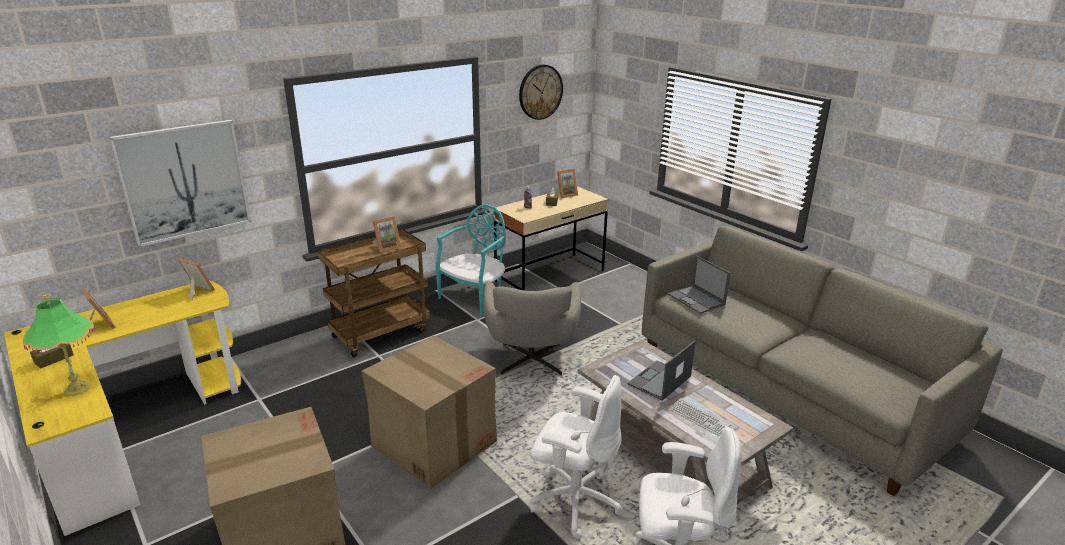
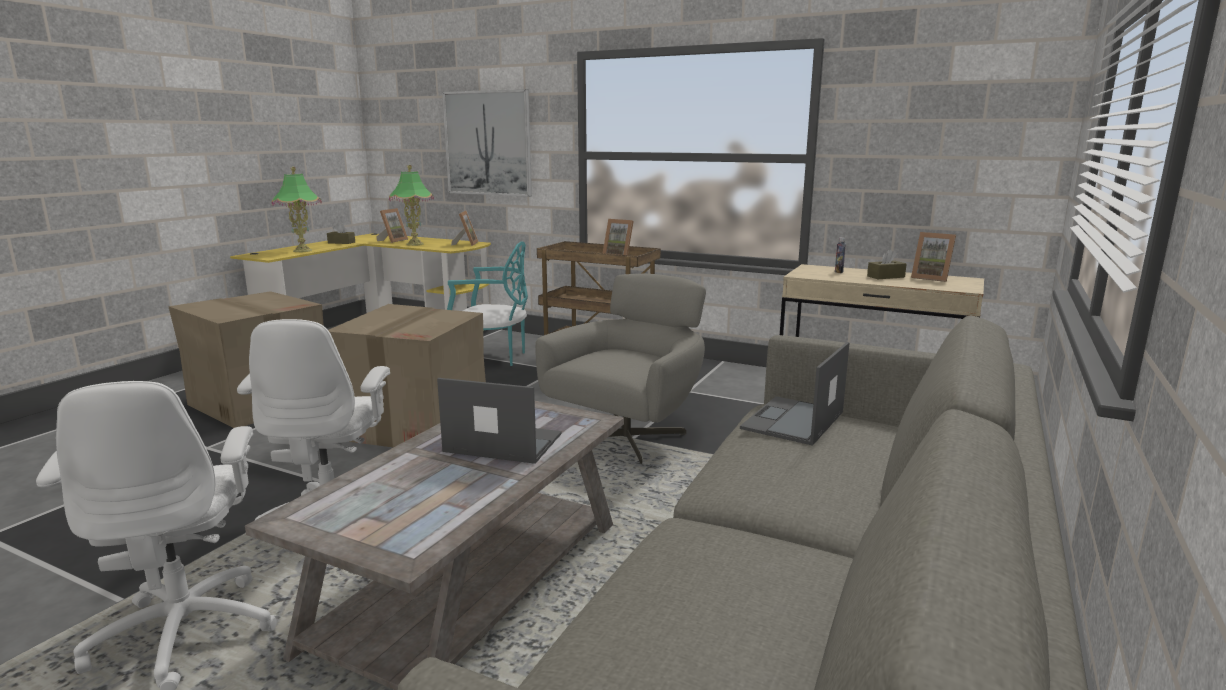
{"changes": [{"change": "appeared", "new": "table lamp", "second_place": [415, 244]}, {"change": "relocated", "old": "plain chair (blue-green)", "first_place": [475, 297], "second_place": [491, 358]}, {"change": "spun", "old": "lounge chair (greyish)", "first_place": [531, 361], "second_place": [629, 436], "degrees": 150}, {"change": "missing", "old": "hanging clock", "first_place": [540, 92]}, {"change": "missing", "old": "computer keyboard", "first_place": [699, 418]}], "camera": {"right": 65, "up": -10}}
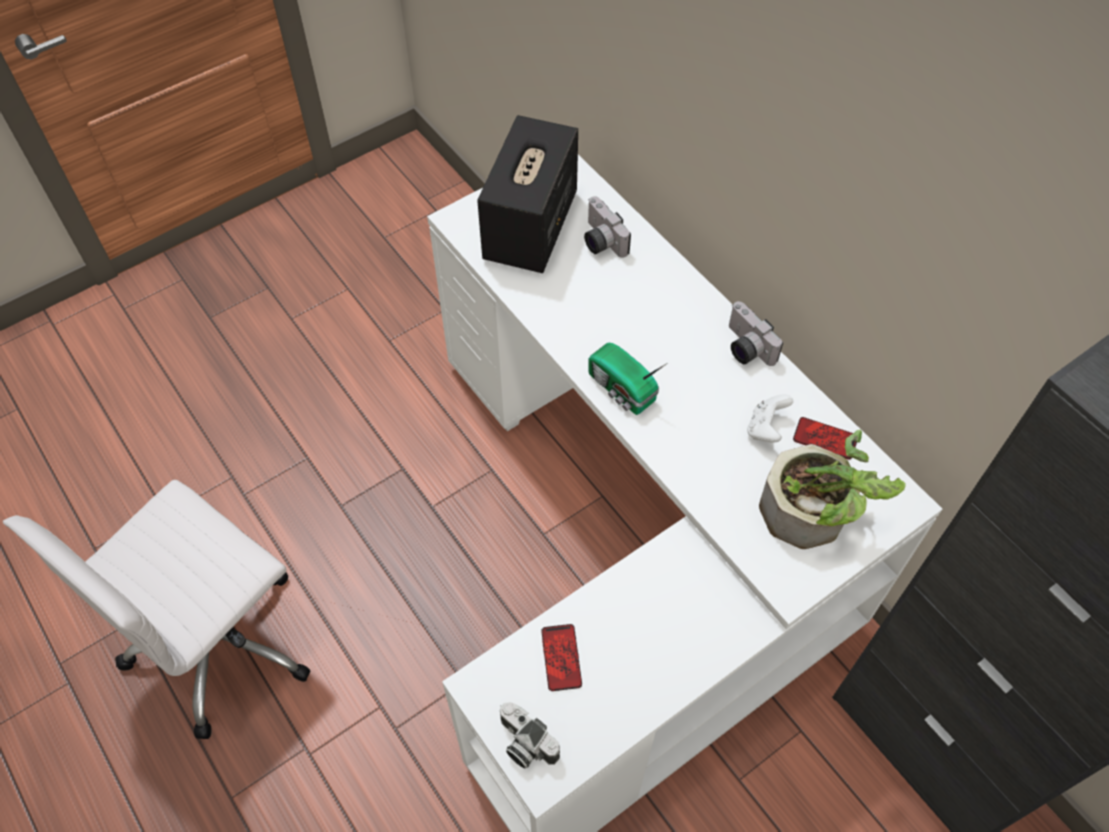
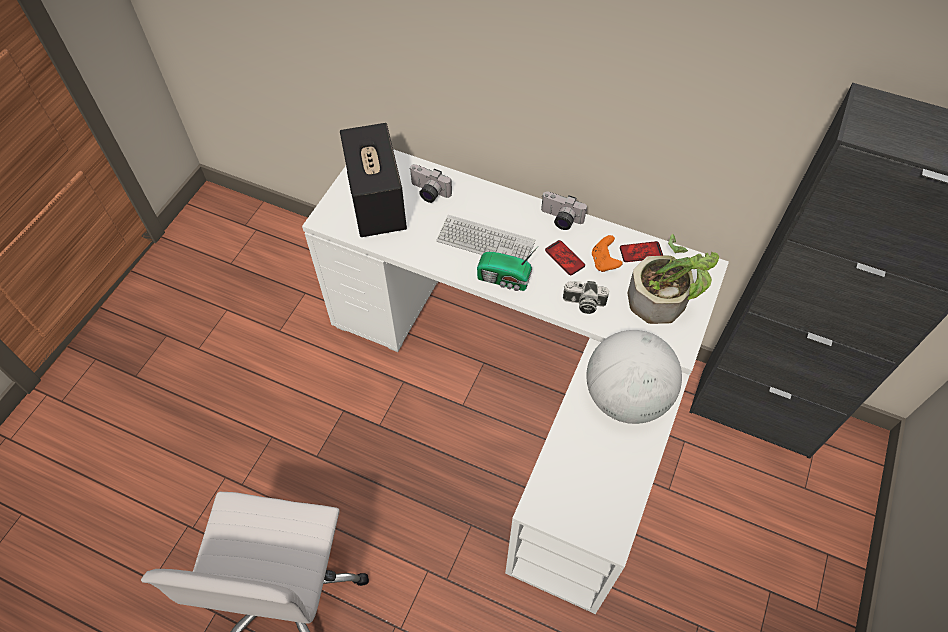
{"changes": [{"change": "appeared", "new": "computer keyboard", "second_place": [485, 242]}, {"change": "relocated", "old": "handset", "first_place": [561, 657], "second_place": [564, 258]}, {"change": "relocated", "old": "still camera", "first_place": [524, 744], "second_place": [583, 304]}, {"change": "appeared", "new": "world globe", "second_place": [625, 397]}, {"change": "colour", "old": "joypad (white)", "new": "joypad (orange)", "first_place": [766, 428], "second_place": [604, 262]}], "camera": {"right": -30, "up": 0}}
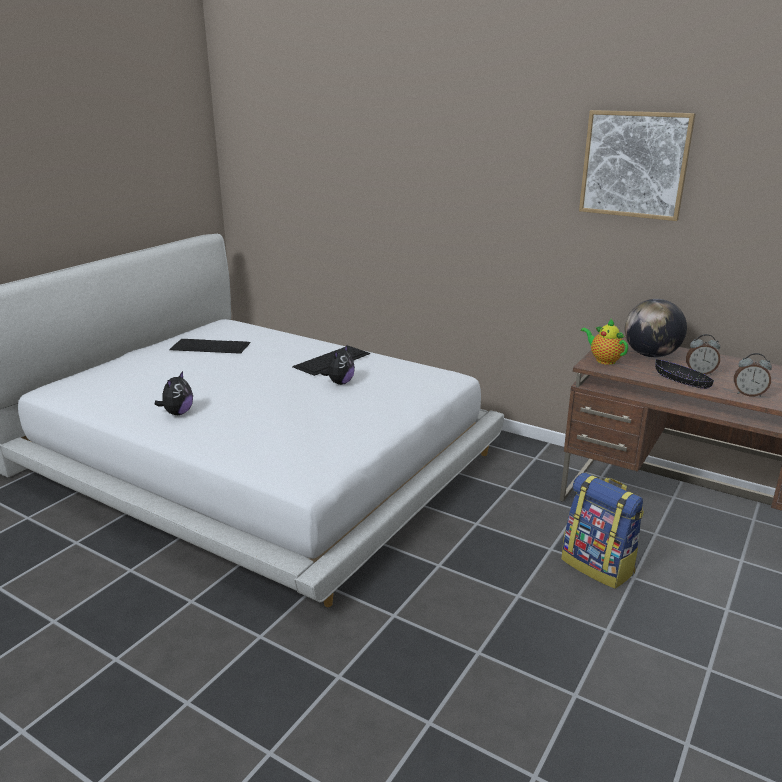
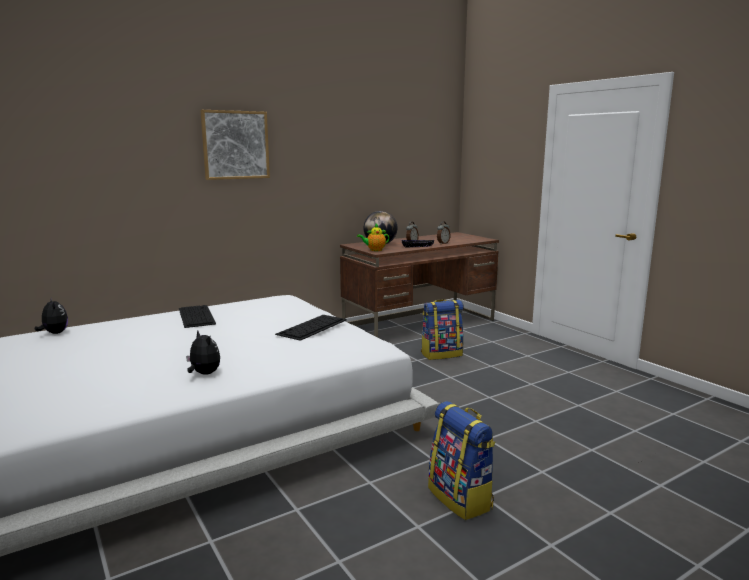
{"changes": [{"change": "relocated", "old": "plush toy", "first_place": [340, 383], "second_place": [54, 333]}, {"change": "relocated", "old": "wall picture", "first_place": [634, 164], "second_place": [235, 145]}, {"change": "relocated", "old": "computer keyboard", "first_place": [209, 346], "second_place": [312, 327]}, {"change": "appeared", "new": "backpack", "second_place": [461, 498]}], "camera": {"right": -65, "up": -10}}
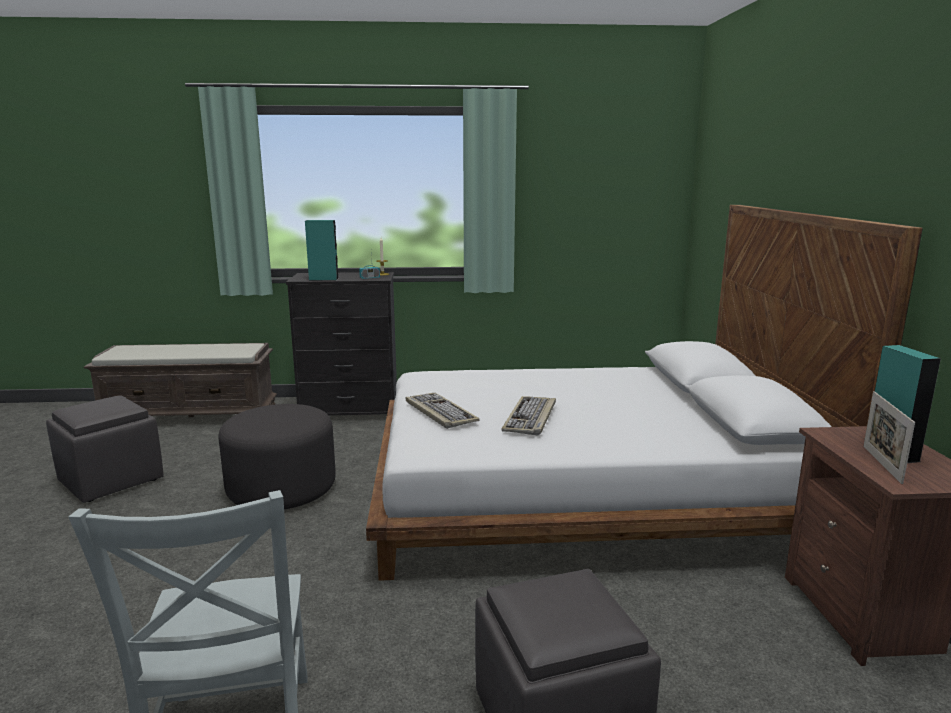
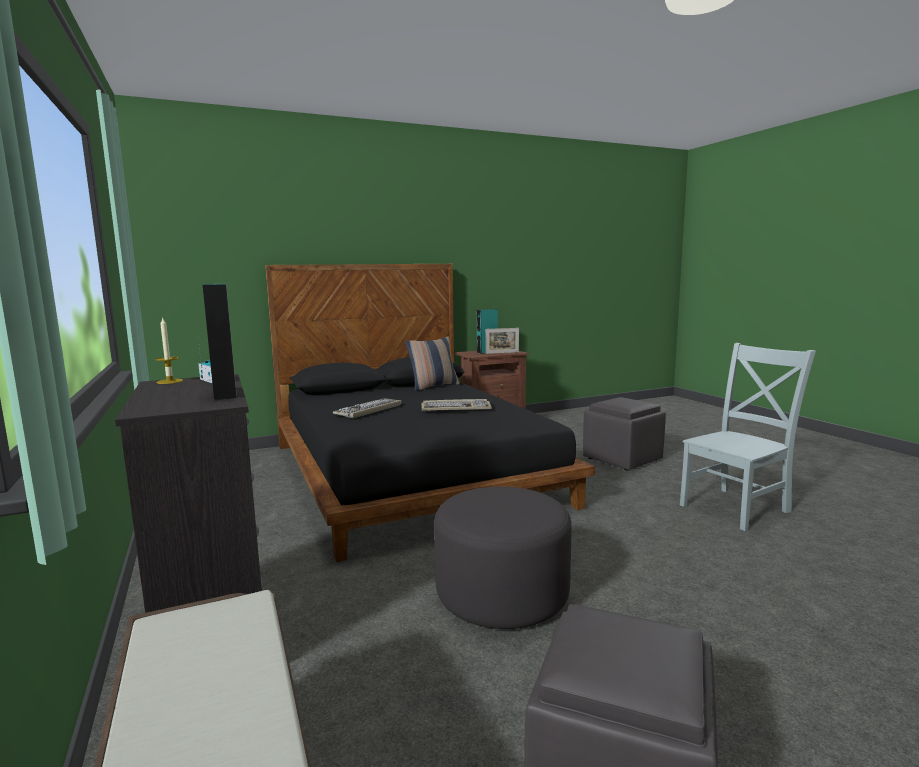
{"changes": [{"change": "colour", "old": "sleeping bed (white)", "new": "sleeping bed (blackish)", "first_place": [581, 492], "second_place": [411, 473]}, {"change": "relocated", "old": "computer keyboard", "first_place": [439, 412], "second_place": [369, 410]}, {"change": "appeared", "new": "pillow", "second_place": [433, 386]}], "camera": {"right": -110, "up": -5}}
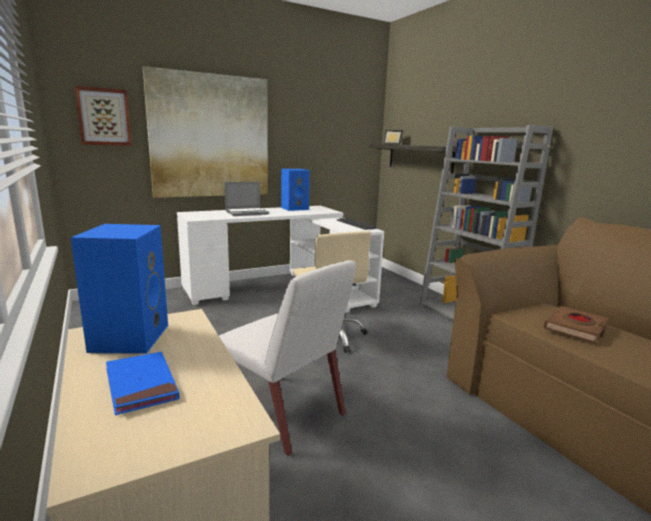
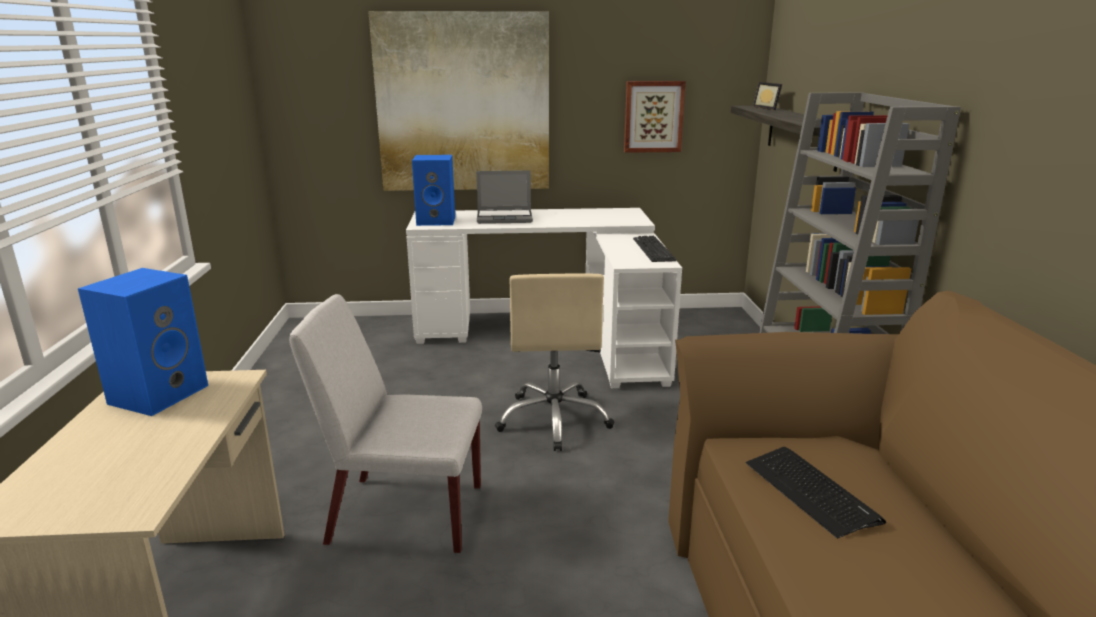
{"changes": [{"change": "spun", "old": "plain chair (white)", "first_place": [283, 412], "second_place": [404, 514], "degrees": 120}, {"change": "relocated", "old": "audio speaker (bluish)", "first_place": [295, 208], "second_place": [437, 221]}, {"change": "relocated", "old": "wall picture", "first_place": [104, 117], "second_place": [653, 116]}, {"change": "exchanged", "old": "book (brown-coloured)", "new": "computer keyboard", "first_place": [576, 328], "second_place": [810, 491]}, {"change": "missing", "old": "book (bluish)", "first_place": [141, 385]}], "camera": {"right": 25, "up": 5}}
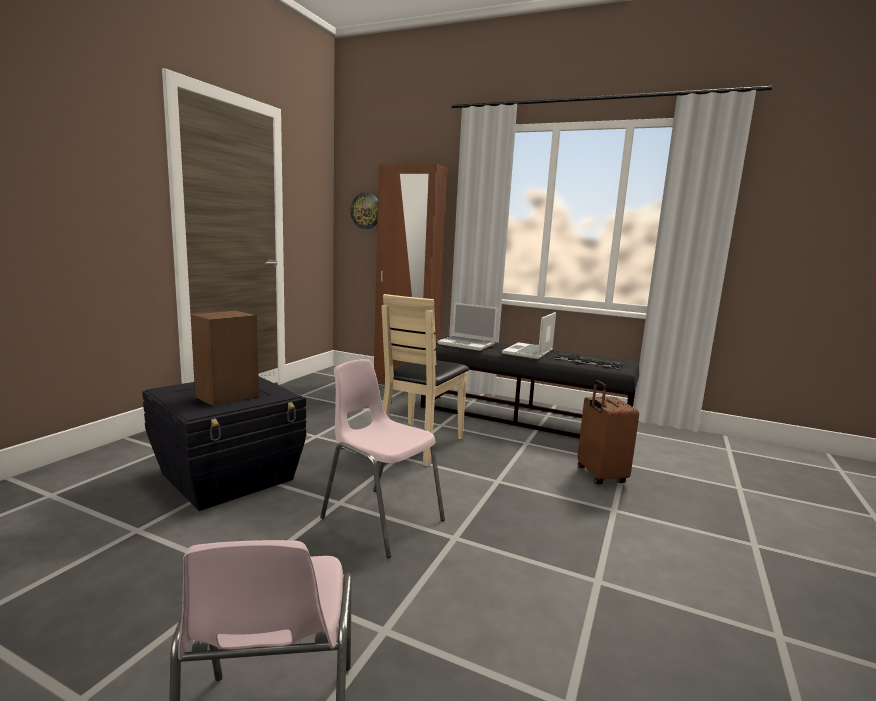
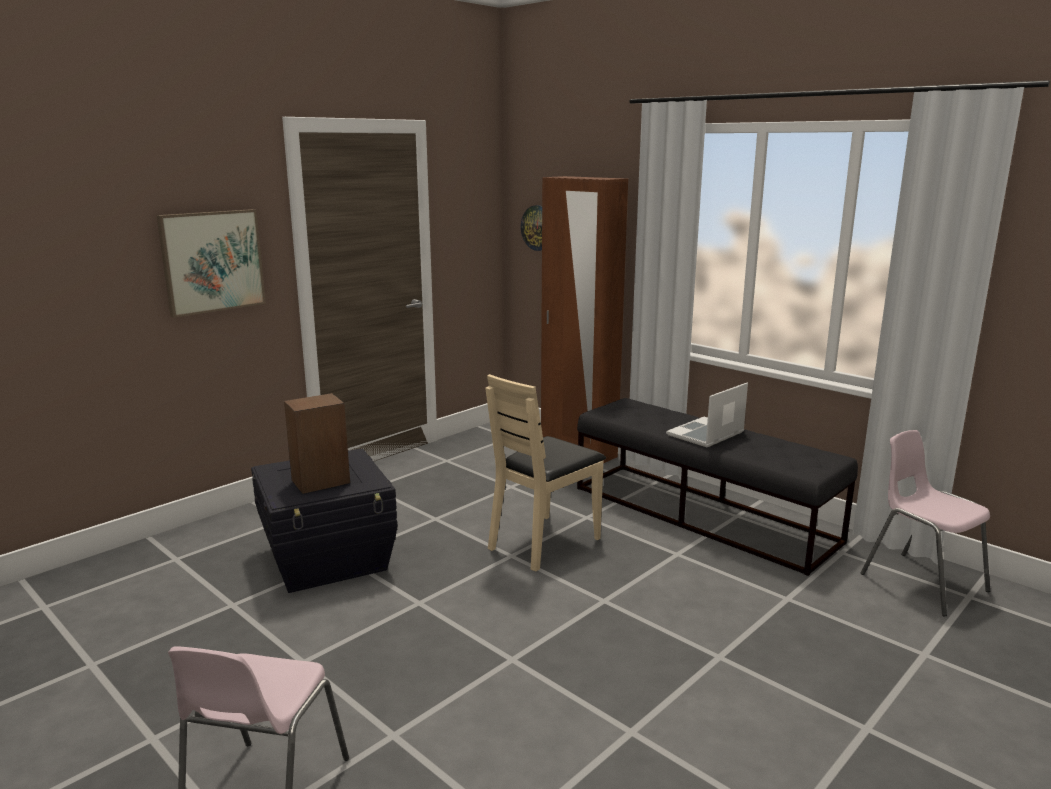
{"changes": [{"change": "appeared", "new": "wall picture", "second_place": [212, 261]}, {"change": "relocated", "old": "plain chair (pink)", "first_place": [381, 519], "second_place": [922, 582]}, {"change": "missing", "old": "portable computer", "first_place": [467, 344]}, {"change": "missing", "old": "computer keyboard", "first_place": [587, 361]}, {"change": "missing", "old": "travel case (brown-coloured)", "first_place": [599, 476]}], "camera": {"right": 20, "up": 5}}
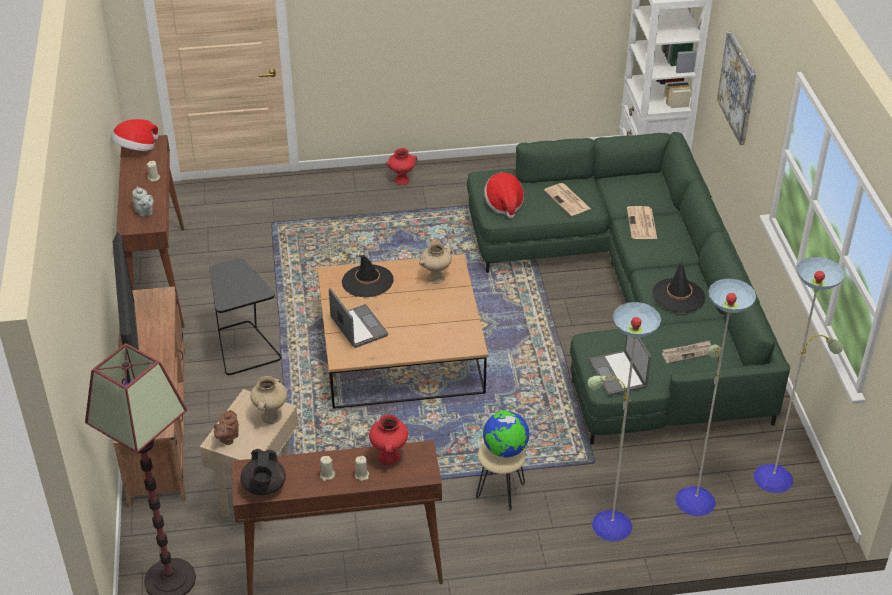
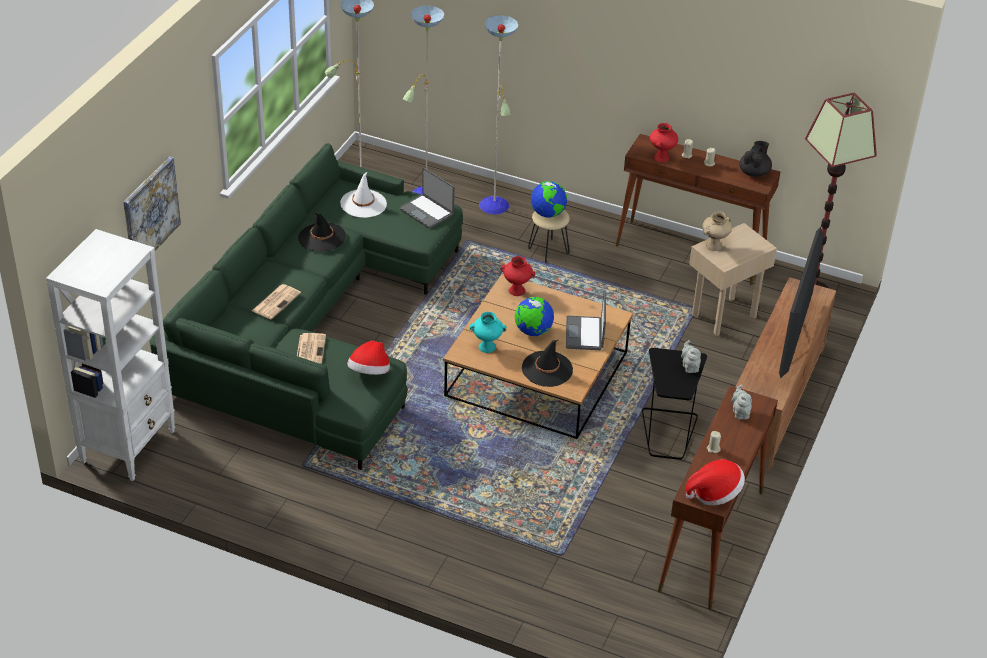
{"changes": [{"change": "exchanged", "old": "printed paper", "new": "hat (white)", "first_place": [687, 353], "second_place": [363, 204]}, {"change": "spun", "old": "portable computer", "first_place": [618, 374], "second_place": [427, 212], "degrees": 120}, {"change": "colour", "old": "vase (beige-coloured)", "new": "vase (blue-green)", "first_place": [435, 278], "second_place": [487, 347]}, {"change": "relocated", "old": "vase (red)", "first_place": [401, 181], "second_place": [517, 290]}, {"change": "appeared", "new": "world globe", "second_place": [533, 331]}, {"change": "appeared", "new": "pot for tea (greyish)", "second_place": [689, 366]}, {"change": "missing", "old": "pot for tea (brown-coloured)", "first_place": [227, 438]}], "camera": {"right": -150, "up": 0}}
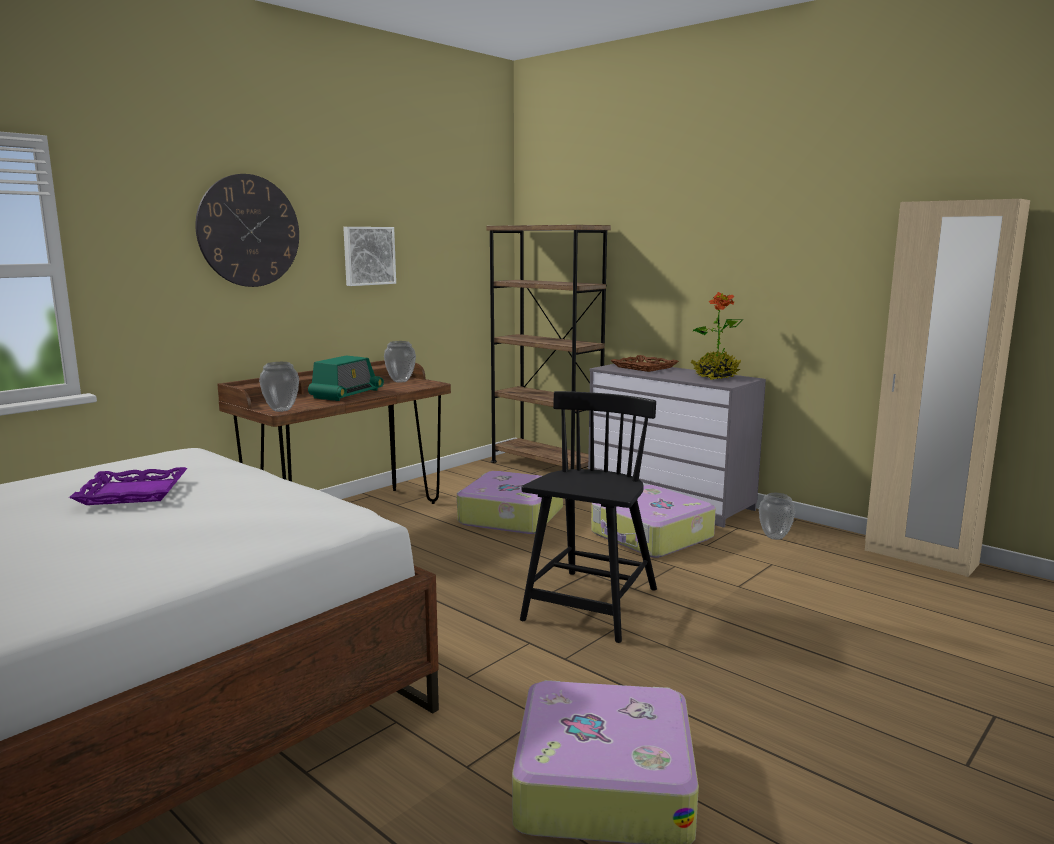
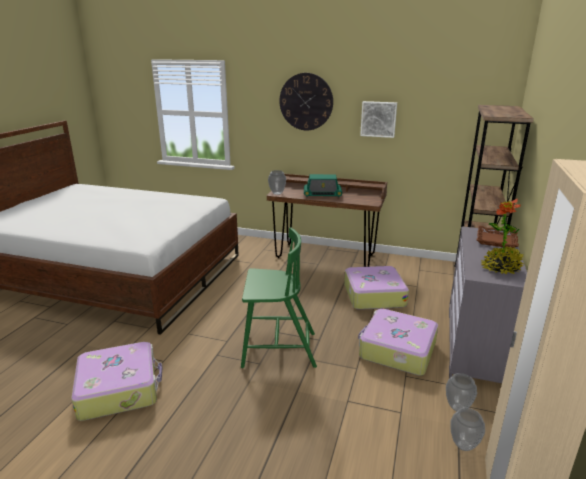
{"changes": [{"change": "colour", "old": "plain chair (blackish)", "new": "plain chair (greenish)", "first_place": [591, 606], "second_place": [277, 349]}, {"change": "relocated", "old": "vase", "first_place": [400, 381], "second_place": [463, 446]}, {"change": "missing", "old": "serving tray (purplish)", "first_place": [133, 492]}], "camera": {"right": 65, "up": 10}}
